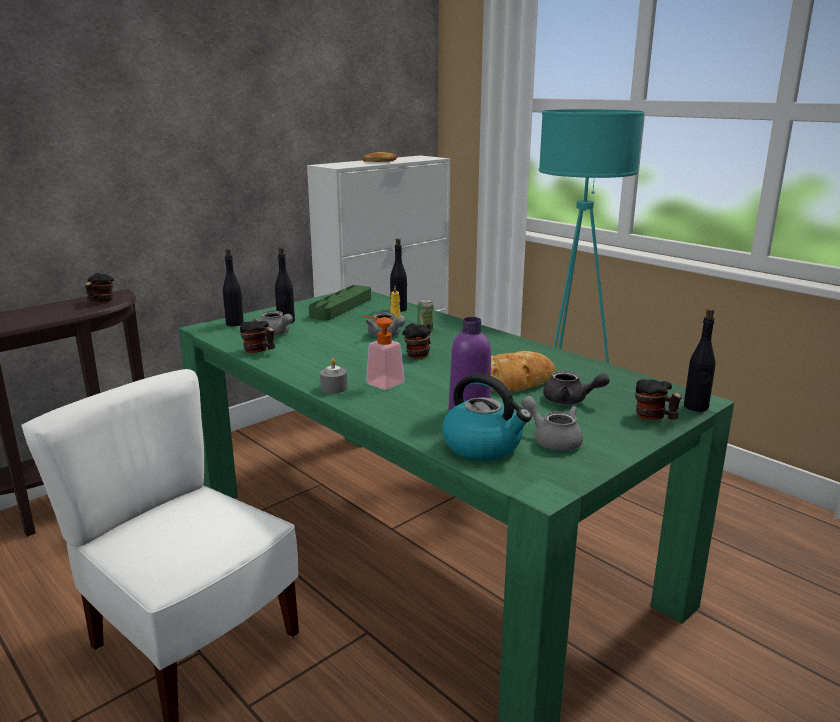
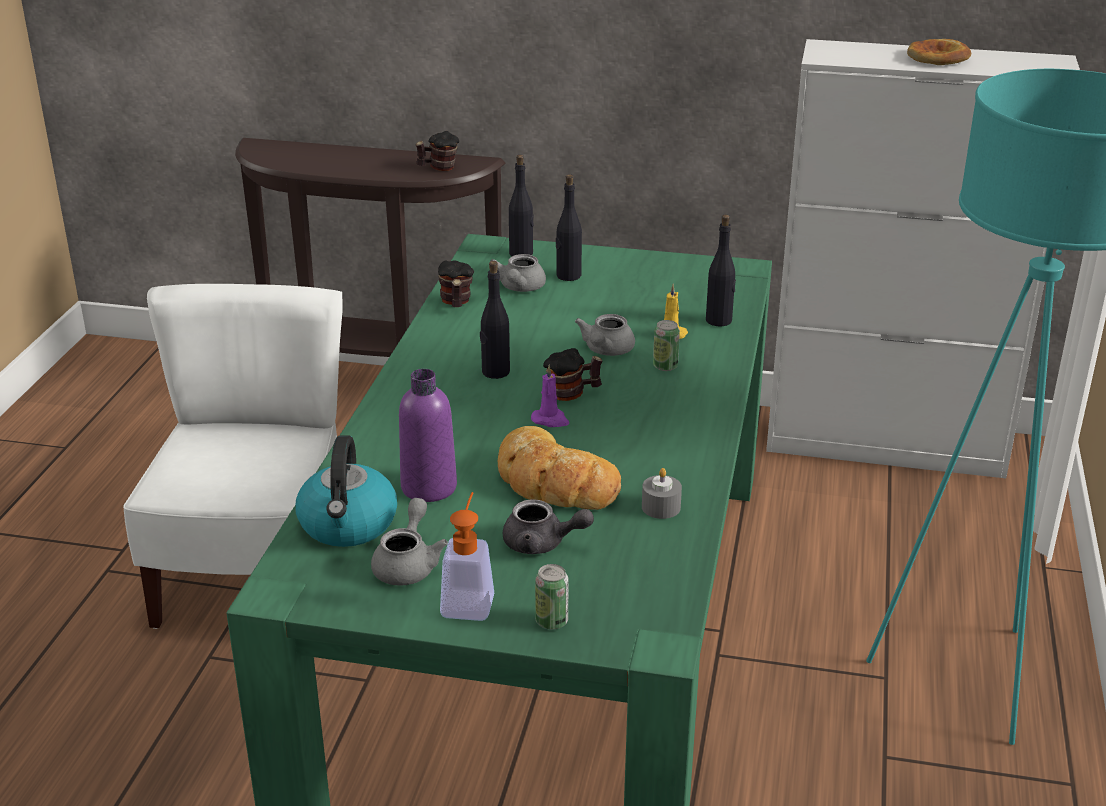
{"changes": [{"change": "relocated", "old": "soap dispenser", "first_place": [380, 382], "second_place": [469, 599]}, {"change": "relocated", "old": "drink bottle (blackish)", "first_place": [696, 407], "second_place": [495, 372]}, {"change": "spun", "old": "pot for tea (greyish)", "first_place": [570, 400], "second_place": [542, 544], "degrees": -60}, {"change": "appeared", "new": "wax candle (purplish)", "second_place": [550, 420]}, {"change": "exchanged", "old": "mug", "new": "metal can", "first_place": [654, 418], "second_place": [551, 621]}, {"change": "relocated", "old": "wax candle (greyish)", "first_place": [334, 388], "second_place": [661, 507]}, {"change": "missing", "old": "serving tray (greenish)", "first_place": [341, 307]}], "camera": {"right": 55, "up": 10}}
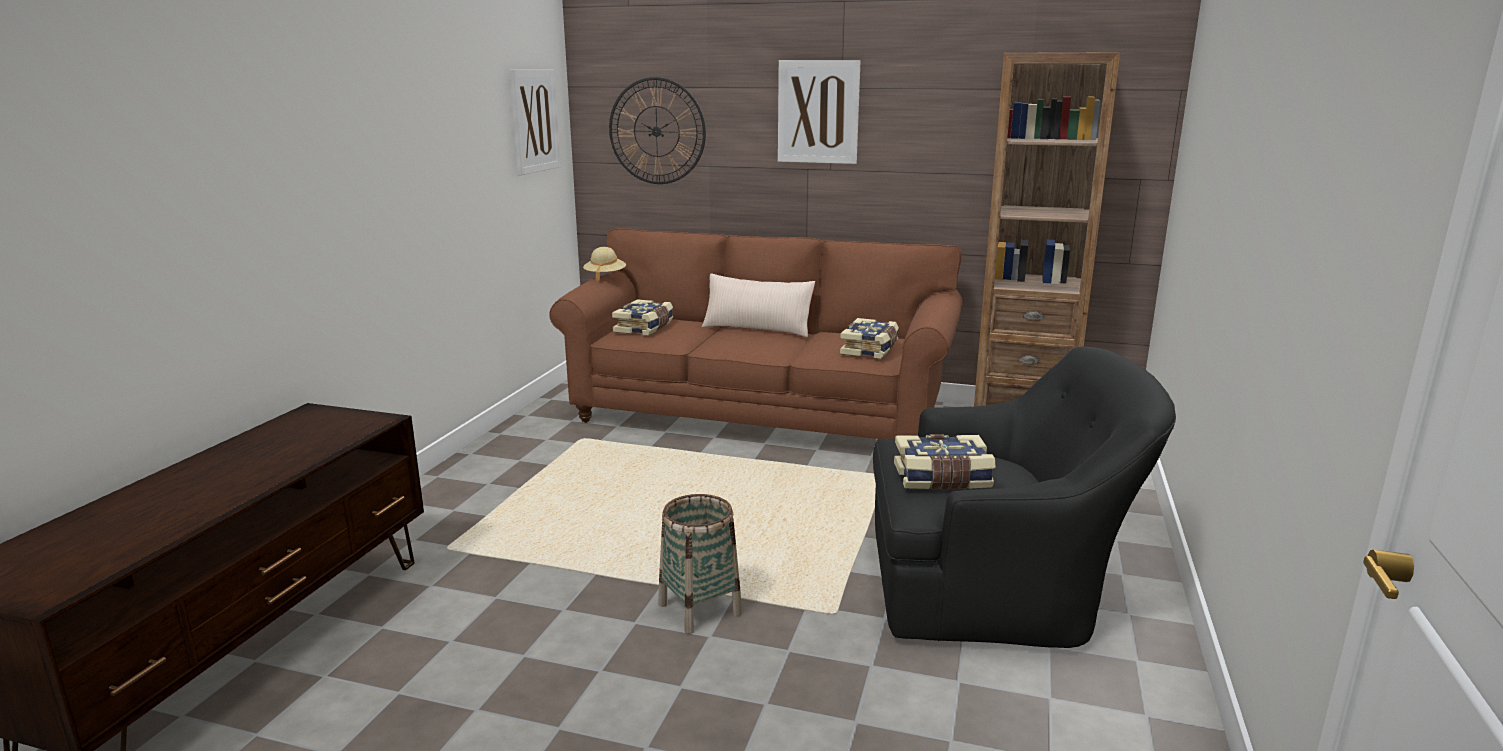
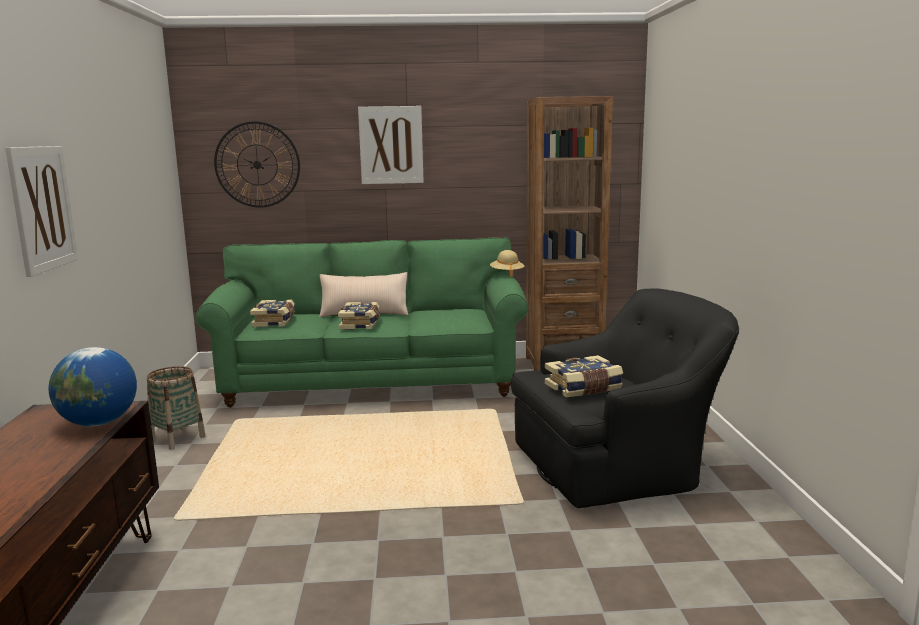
{"changes": [{"change": "relocated", "old": "wall picture", "first_place": [534, 121], "second_place": [42, 208]}, {"change": "appeared", "new": "world globe", "second_place": [98, 423]}, {"change": "relocated", "old": "household basket", "first_place": [700, 609], "second_place": [178, 438]}, {"change": "colour", "old": "settee (brown-coloured)", "new": "settee (greenish)", "first_place": [760, 414], "second_place": [372, 382]}, {"change": "relocated", "old": "book", "first_place": [870, 349], "second_place": [361, 324]}, {"change": "relocated", "old": "hat (beige-coloured)", "first_place": [605, 276], "second_place": [507, 274]}], "camera": {"right": -20, "up": -5}}
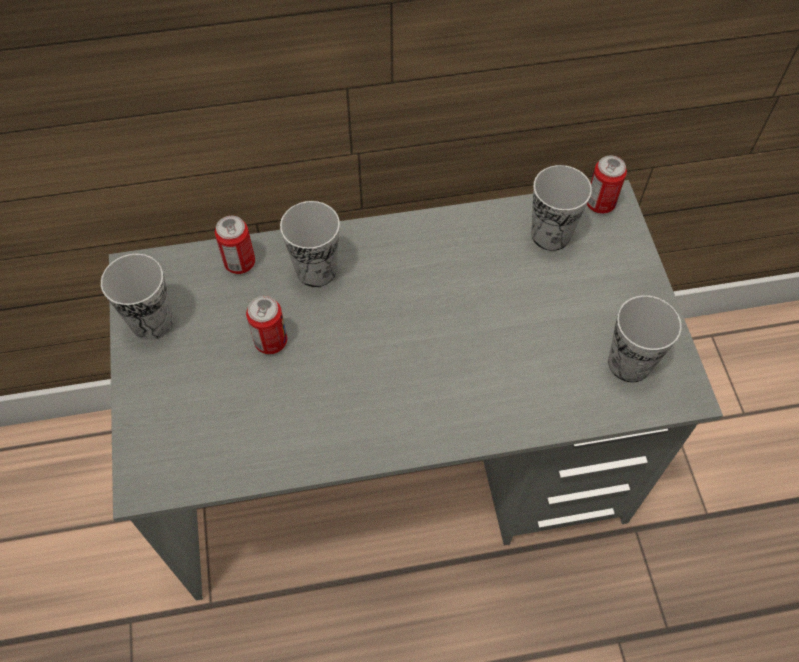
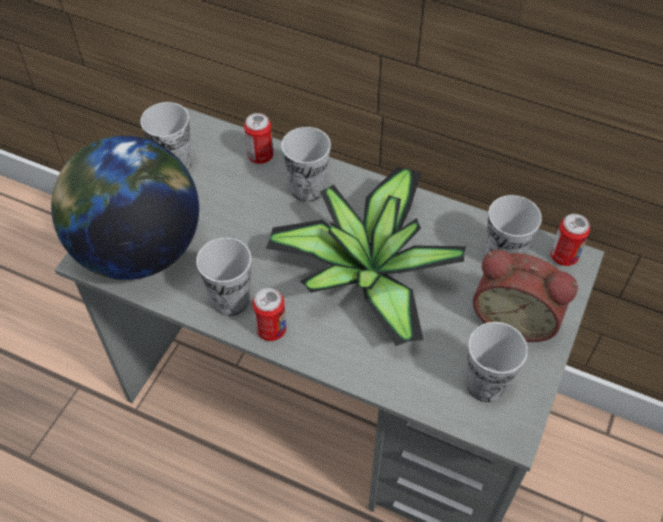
{"changes": [{"change": "appeared", "new": "world globe", "second_place": [139, 249]}, {"change": "appeared", "new": "cup", "second_place": [231, 299]}, {"change": "relocated", "old": "metal can", "first_place": [271, 341], "second_place": [271, 330]}, {"change": "appeared", "new": "plant in a pot", "second_place": [366, 272]}, {"change": "appeared", "new": "bedside clock", "second_place": [515, 316]}], "camera": {"right": 35, "up": -5}}
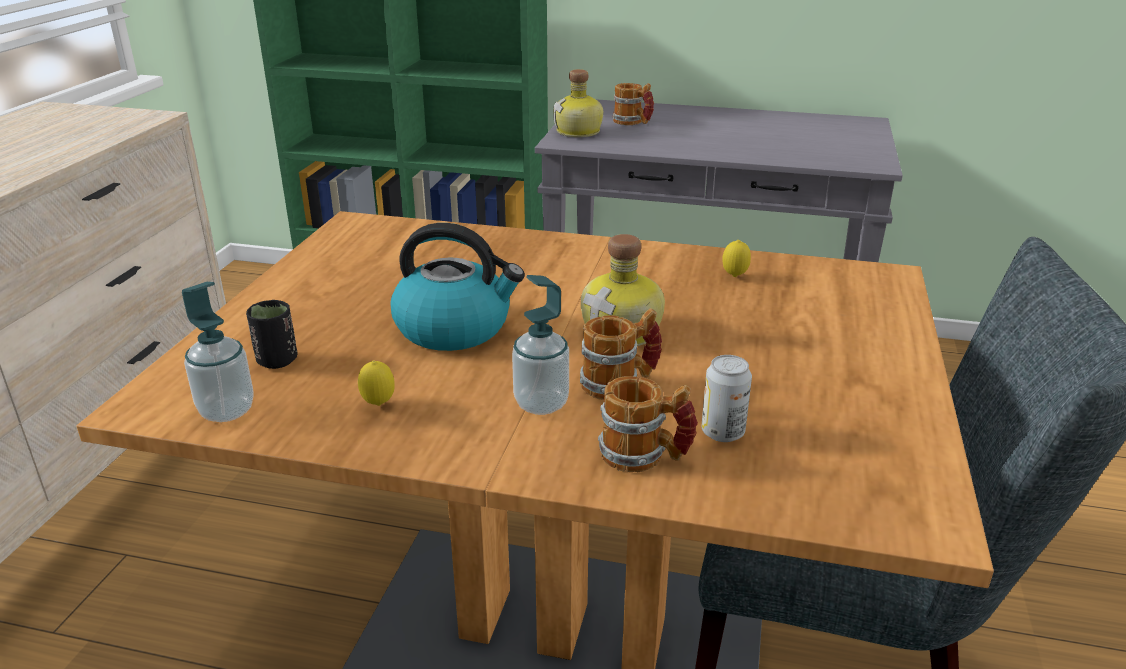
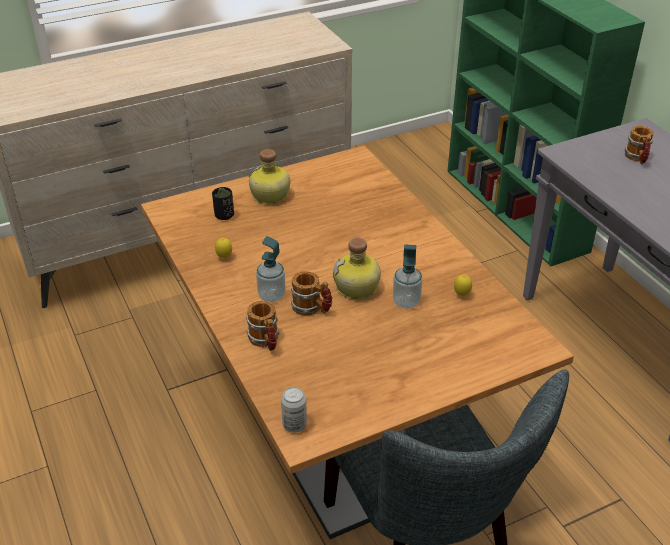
{"changes": [{"change": "relocated", "old": "drink bottle", "first_place": [579, 132], "second_place": [270, 196]}, {"change": "relocated", "old": "metal can", "first_place": [722, 432], "second_place": [294, 425]}, {"change": "relocated", "old": "soap dispenser", "first_place": [227, 411], "second_place": [406, 302]}, {"change": "missing", "old": "kettle", "first_place": [455, 328]}], "camera": {"right": 50, "up": 10}}
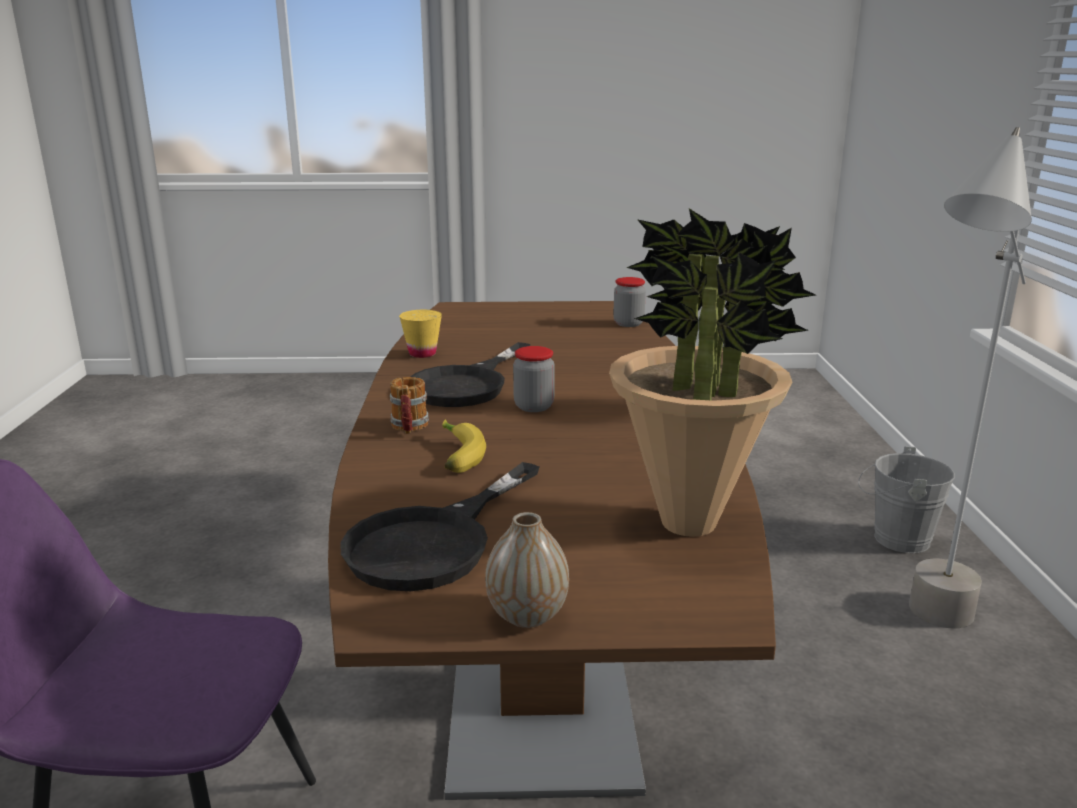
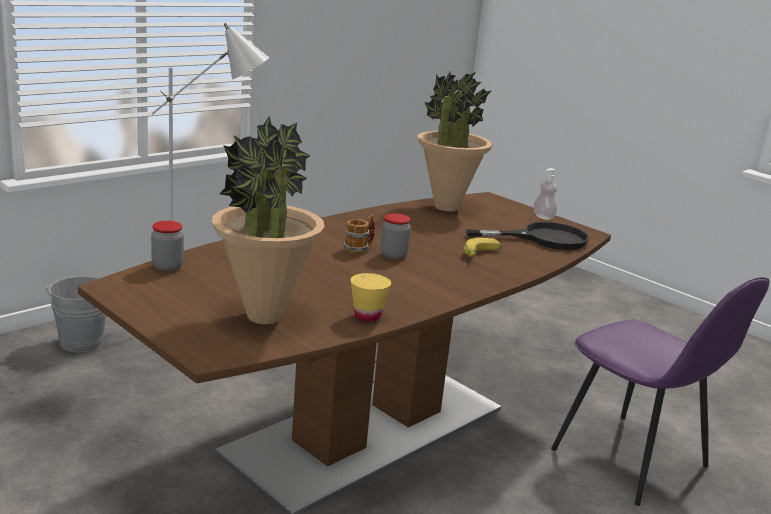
{"changes": [{"change": "appeared", "new": "plant in a pot", "second_place": [264, 317]}, {"change": "relocated", "old": "mug", "first_place": [409, 428], "second_place": [359, 249]}, {"change": "exchanged", "old": "vase", "new": "soap dispenser", "first_place": [527, 615], "second_place": [543, 217]}, {"change": "missing", "old": "pan (blackish)", "first_place": [467, 384]}], "camera": {"right": -135, "up": 0}}
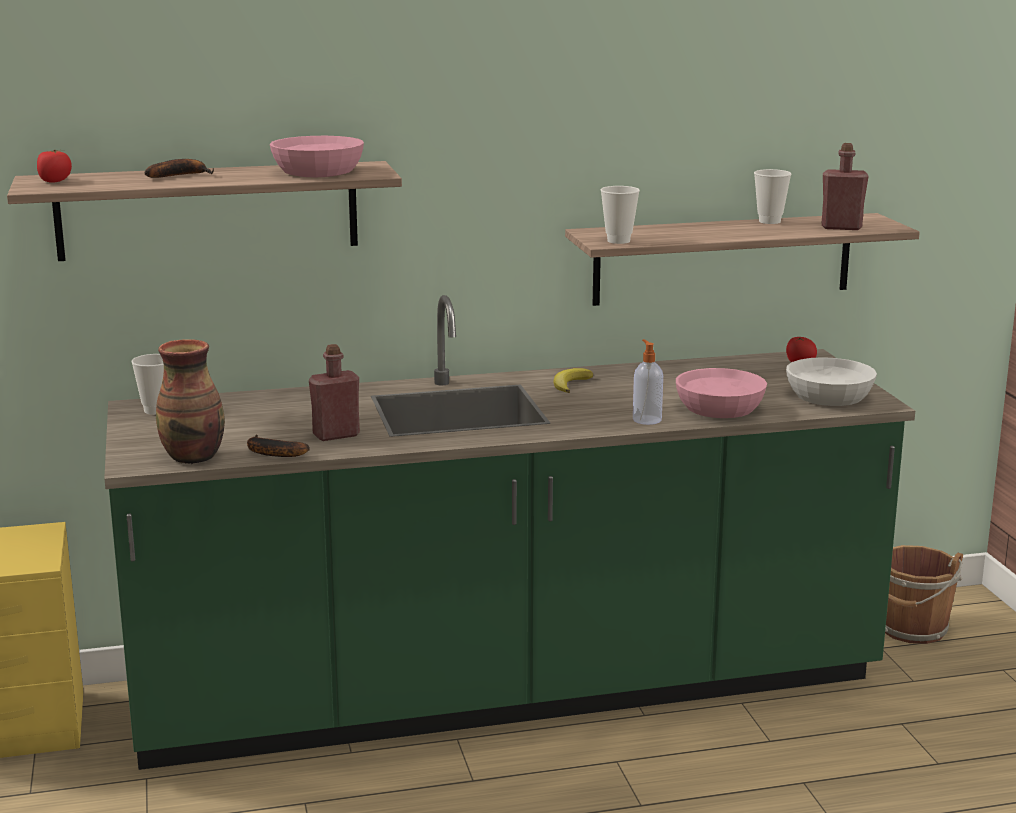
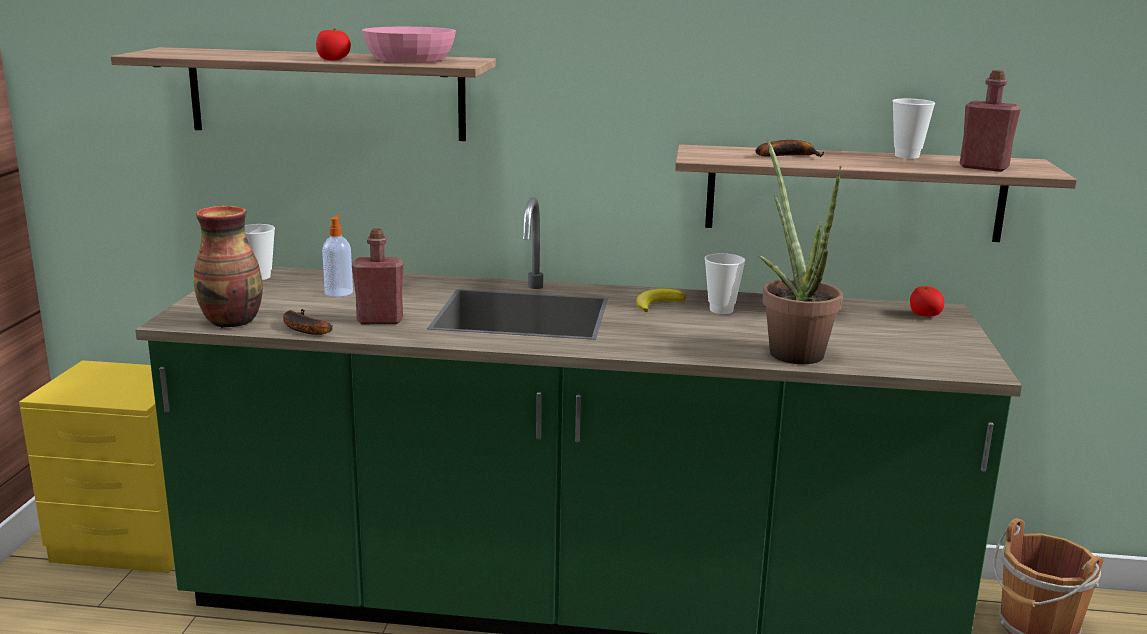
{"changes": [{"change": "relocated", "old": "whole tomato", "first_place": [54, 181], "second_place": [333, 60]}, {"change": "relocated", "old": "soap dispenser", "first_place": [646, 419], "second_place": [339, 292]}, {"change": "relocated", "old": "cup", "first_place": [618, 241], "second_place": [721, 310]}, {"change": "relocated", "old": "banana", "first_place": [180, 175], "second_place": [788, 156]}, {"change": "exchanged", "old": "bowl (pink)", "new": "plant in a pot", "first_place": [720, 408], "second_place": [790, 350]}, {"change": "missing", "old": "bowl (white)", "first_place": [830, 397]}], "camera": {"right": 20, "up": 0}}
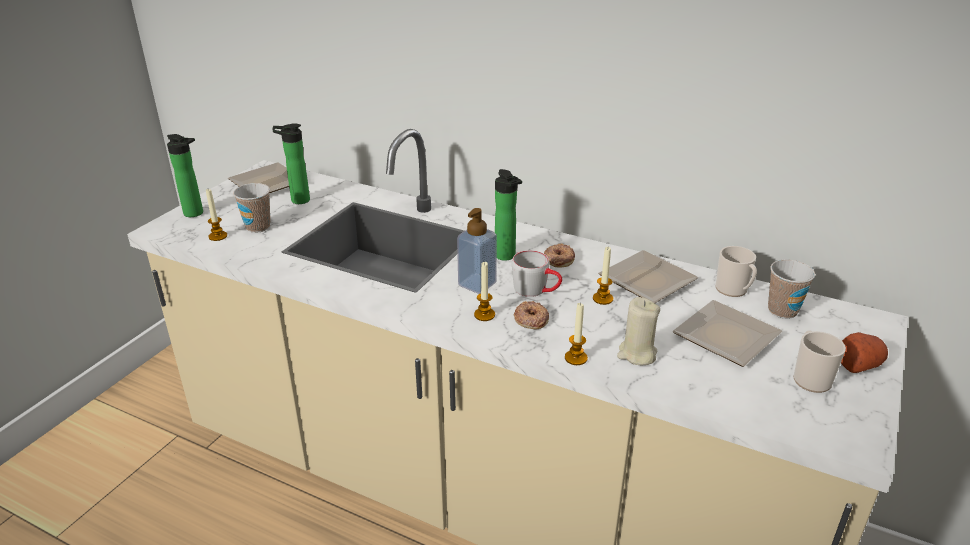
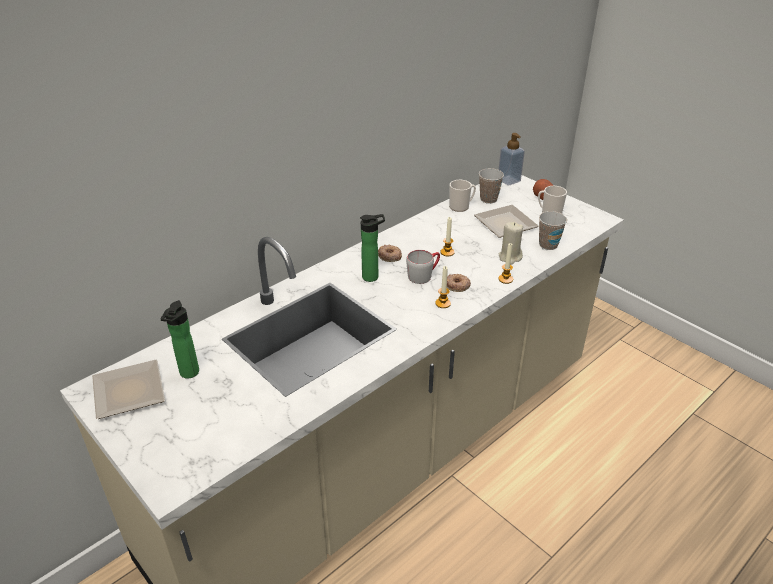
{"changes": [{"change": "relocated", "old": "soap dispenser", "first_place": [477, 284], "second_place": [509, 180]}, {"change": "relocated", "old": "cup", "first_place": [258, 227], "second_place": [548, 245]}, {"change": "missing", "old": "drink bottle", "first_place": [196, 213]}, {"change": "missing", "old": "wax candle", "first_place": [218, 236]}, {"change": "missing", "old": "dinner plate", "first_place": [643, 280]}], "camera": {"right": -70, "up": 5}}
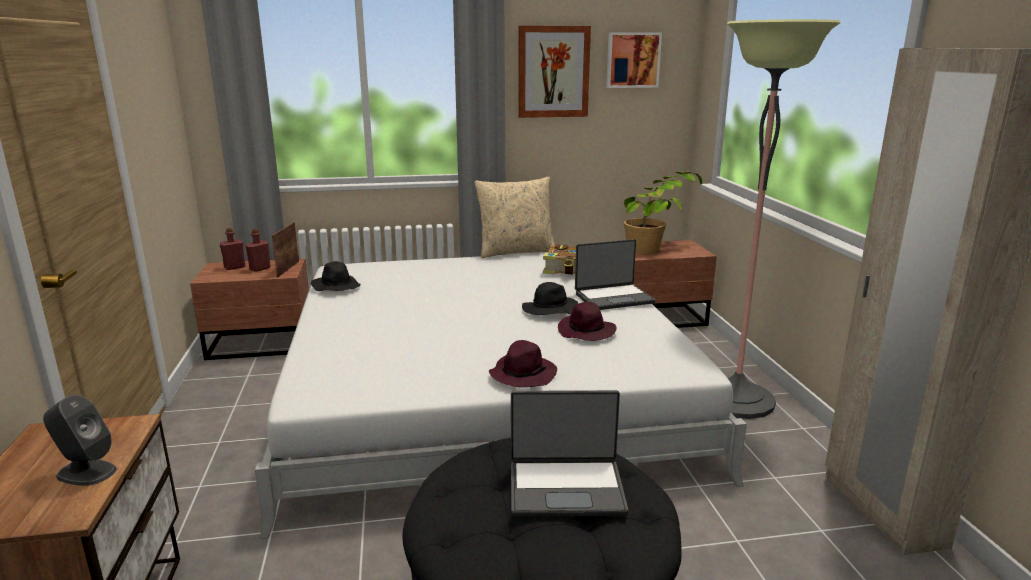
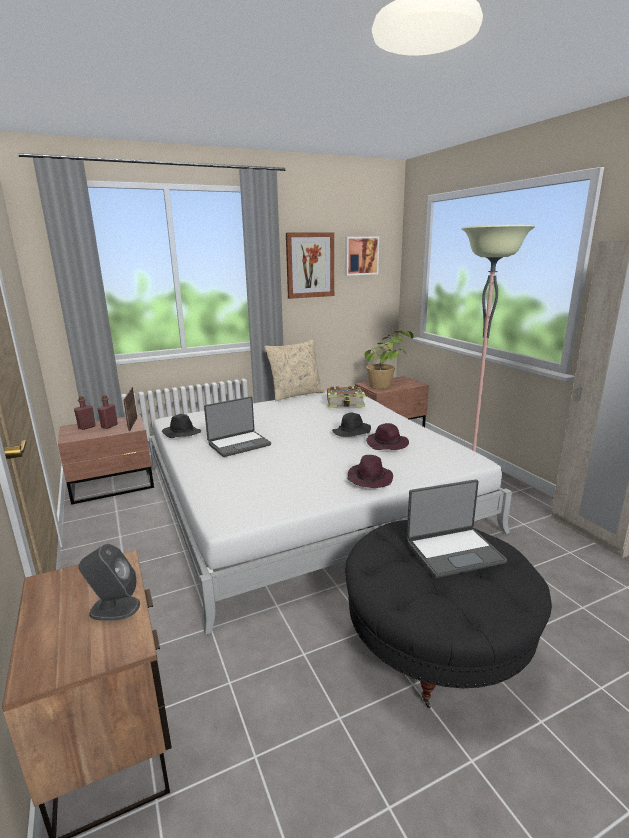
{"changes": [{"change": "relocated", "old": "portable computer", "first_place": [613, 298], "second_place": [239, 444]}], "camera": {"right": -15, "up": 0}}
